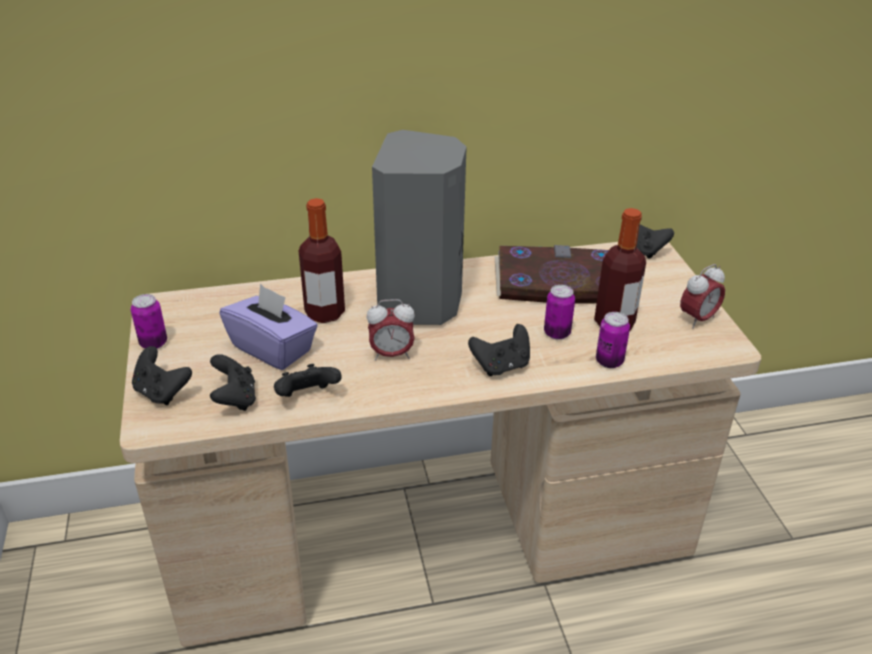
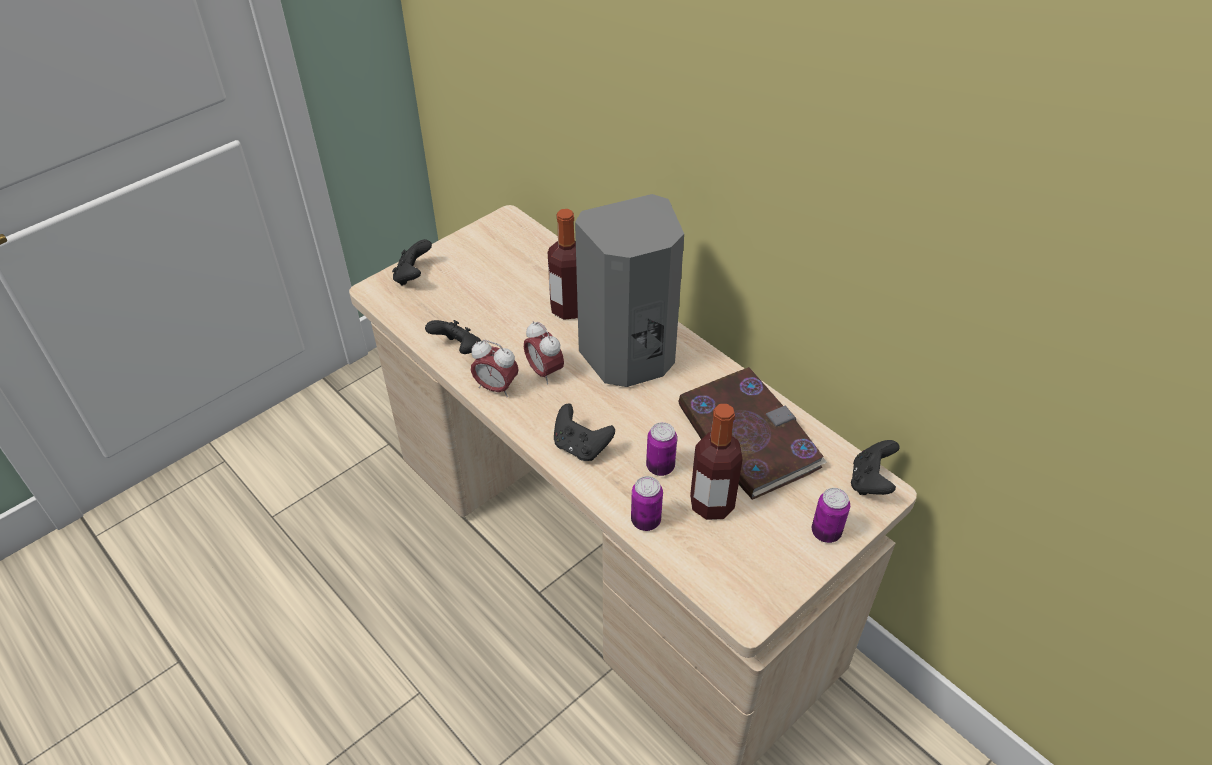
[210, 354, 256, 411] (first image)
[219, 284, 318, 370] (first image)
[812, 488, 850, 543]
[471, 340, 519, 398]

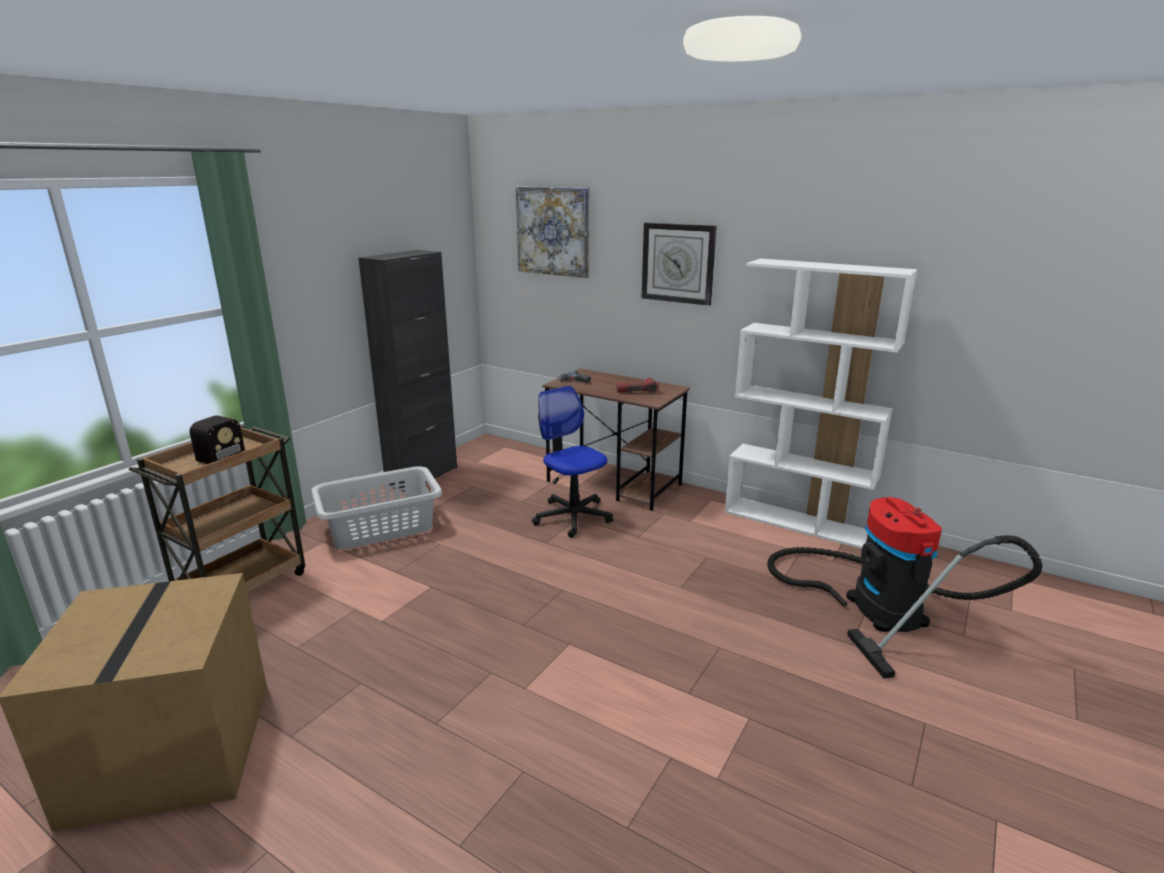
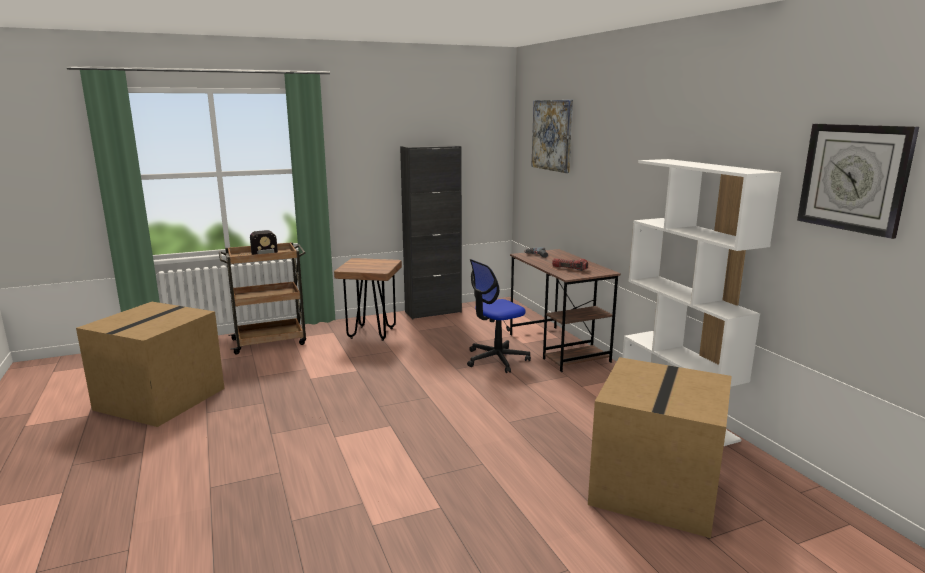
[797, 124, 919, 239]
[334, 258, 402, 341]
[588, 357, 732, 538]
[467, 259, 531, 373]

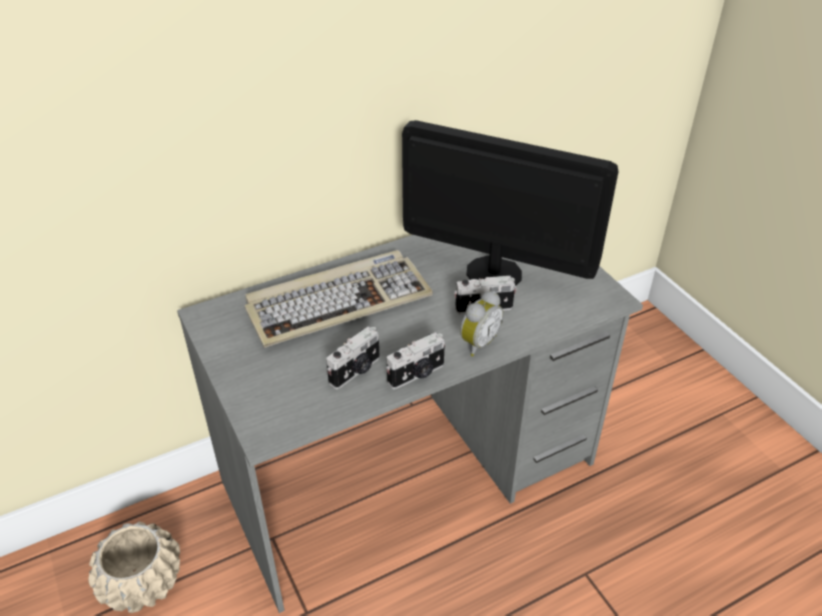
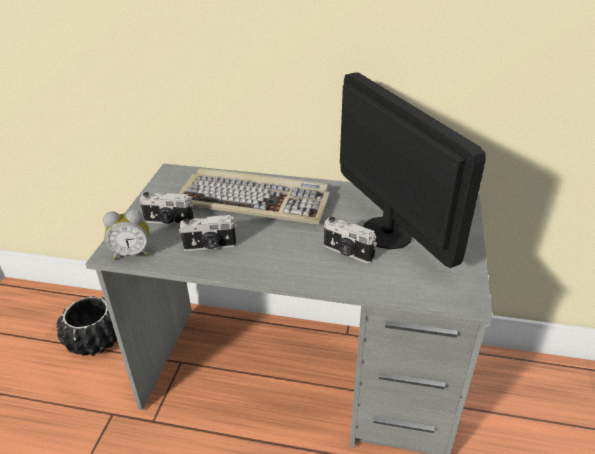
[140, 192, 194, 225]
[103, 209, 150, 260]
[57, 296, 117, 356]

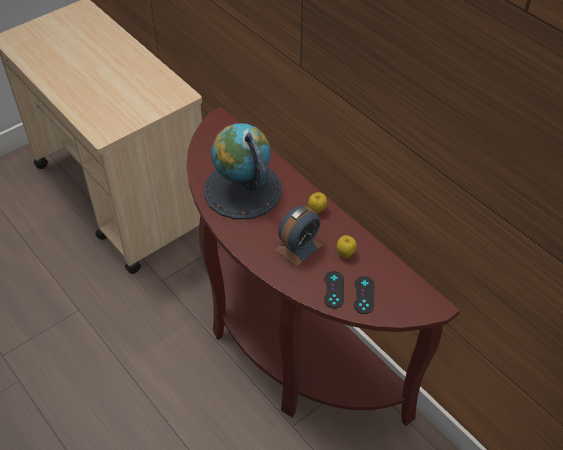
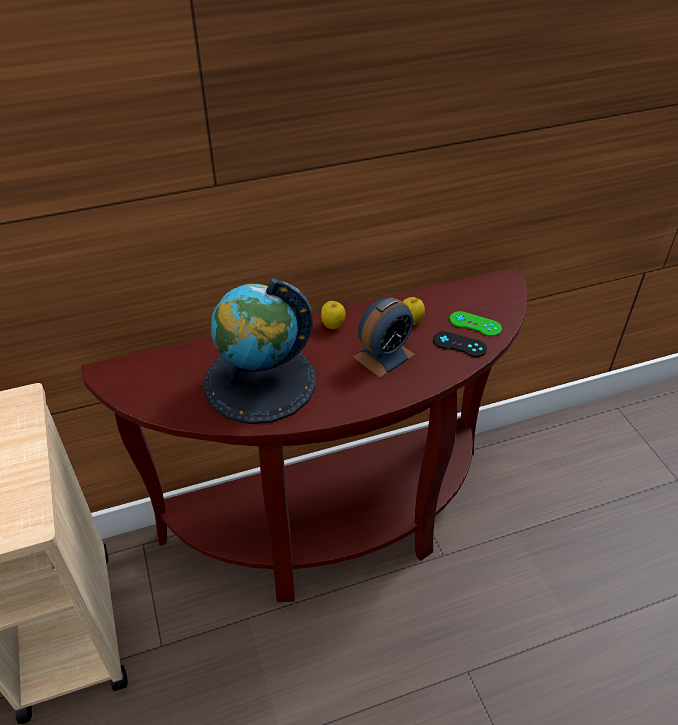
[450, 311, 502, 336]
[353, 297, 415, 378]

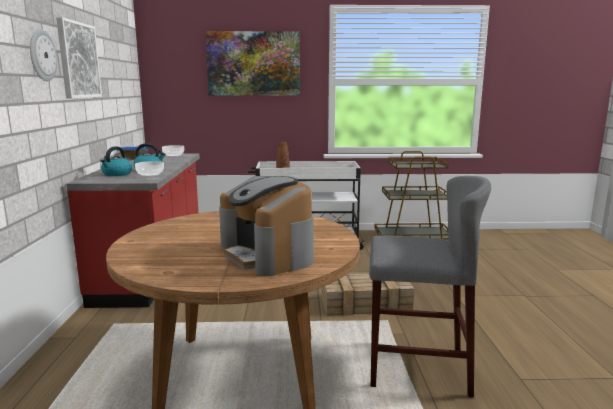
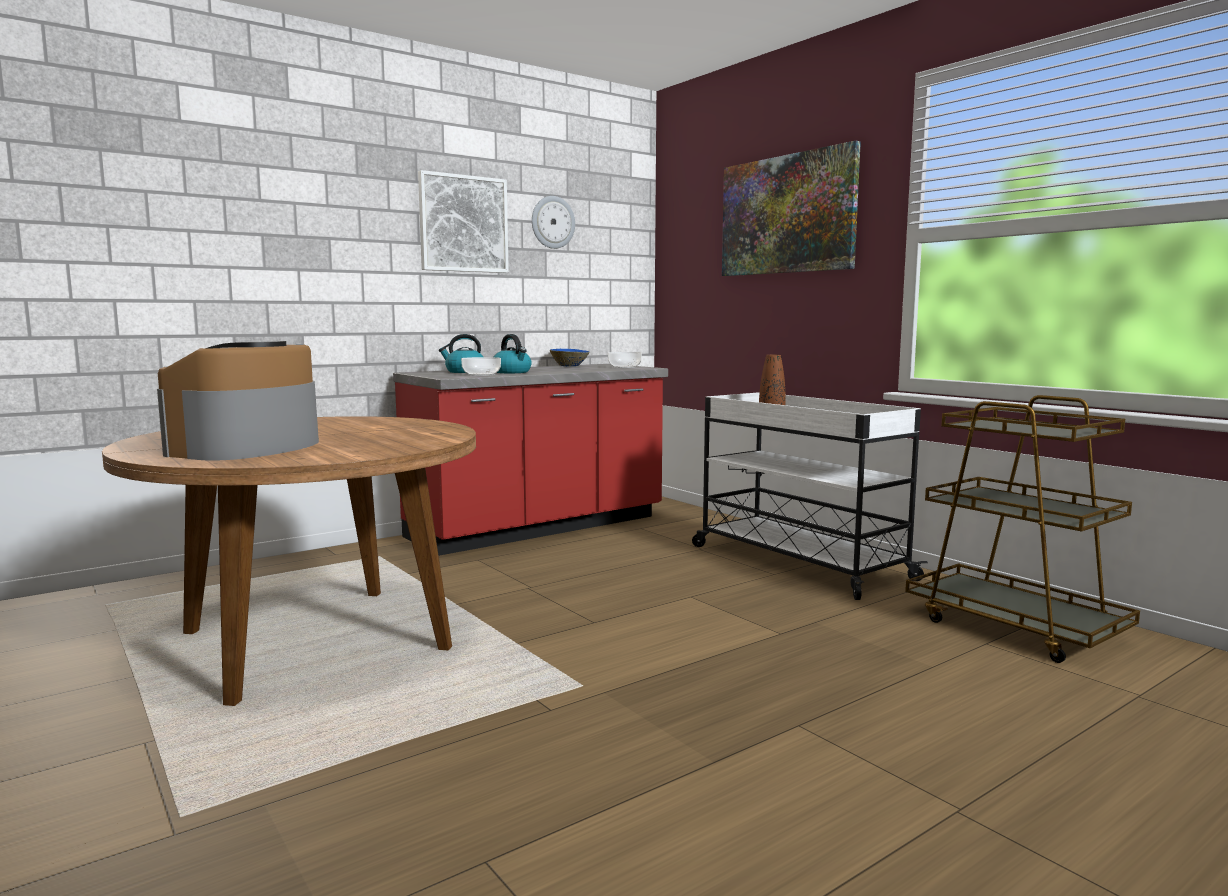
[322, 274, 414, 316] (first image)
[369, 176, 491, 398] (first image)
[532, 196, 575, 249]

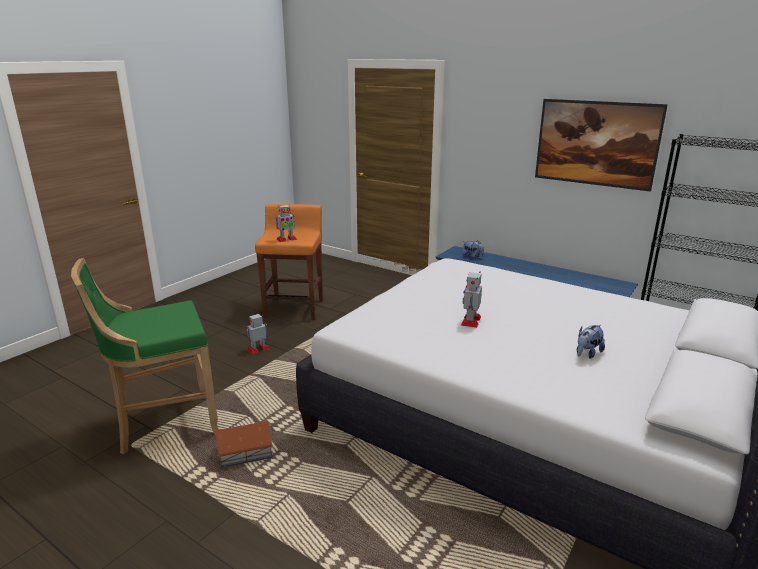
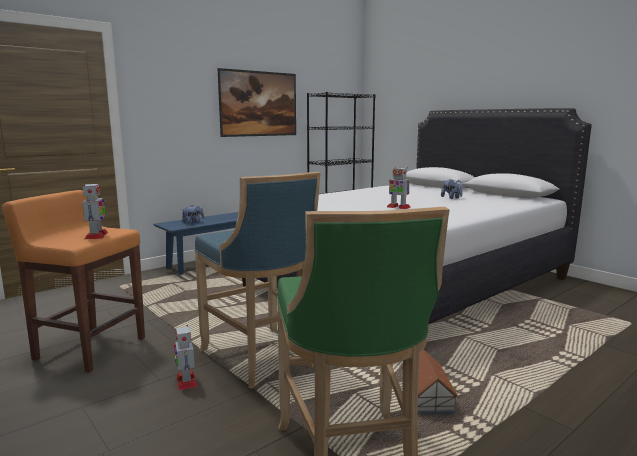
[195, 172, 321, 388]

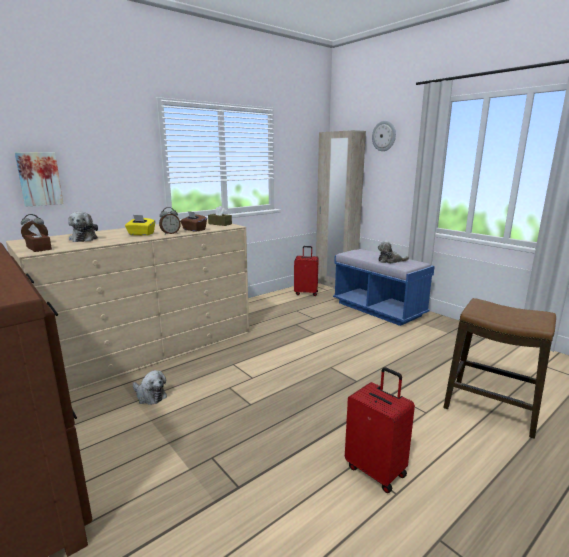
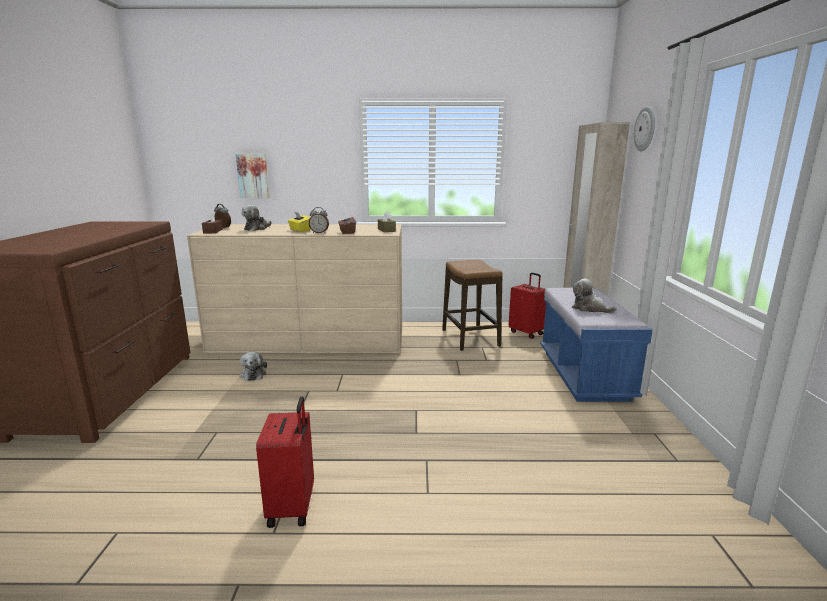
[442, 260, 503, 351]

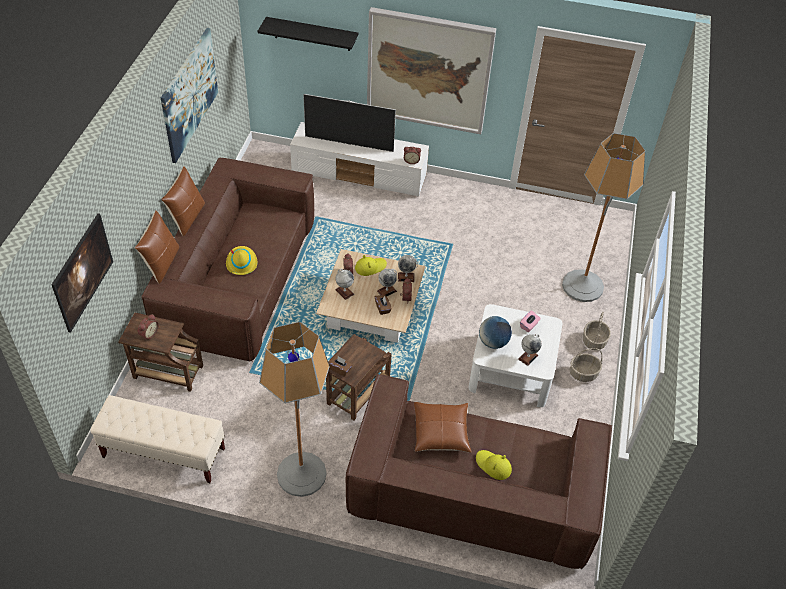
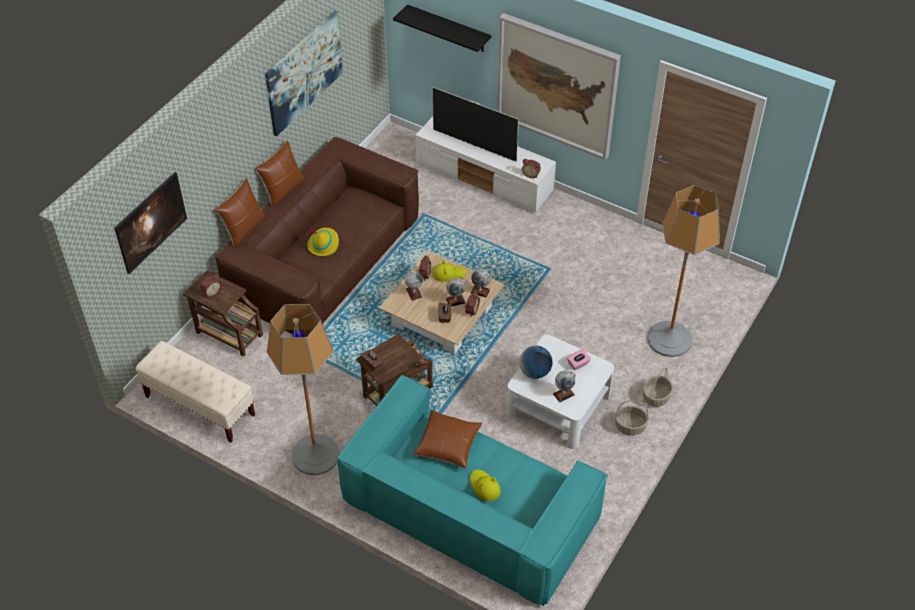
[337, 375, 608, 606]

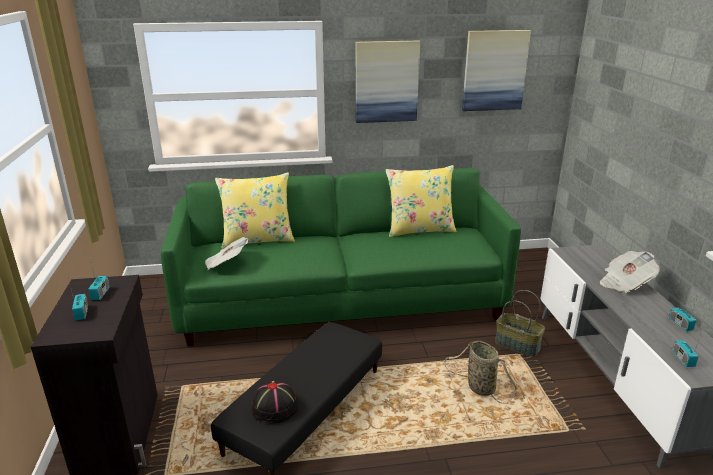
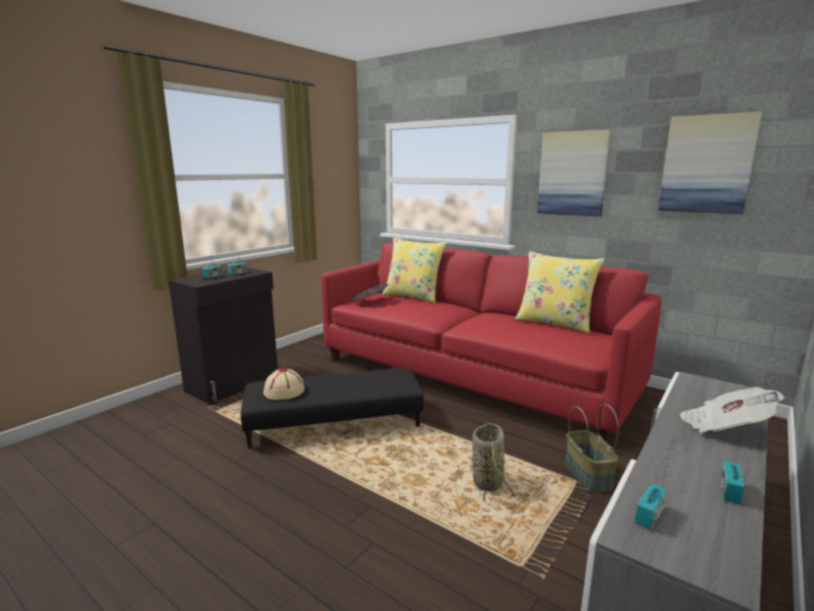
[321, 243, 662, 442]
[263, 368, 304, 400]

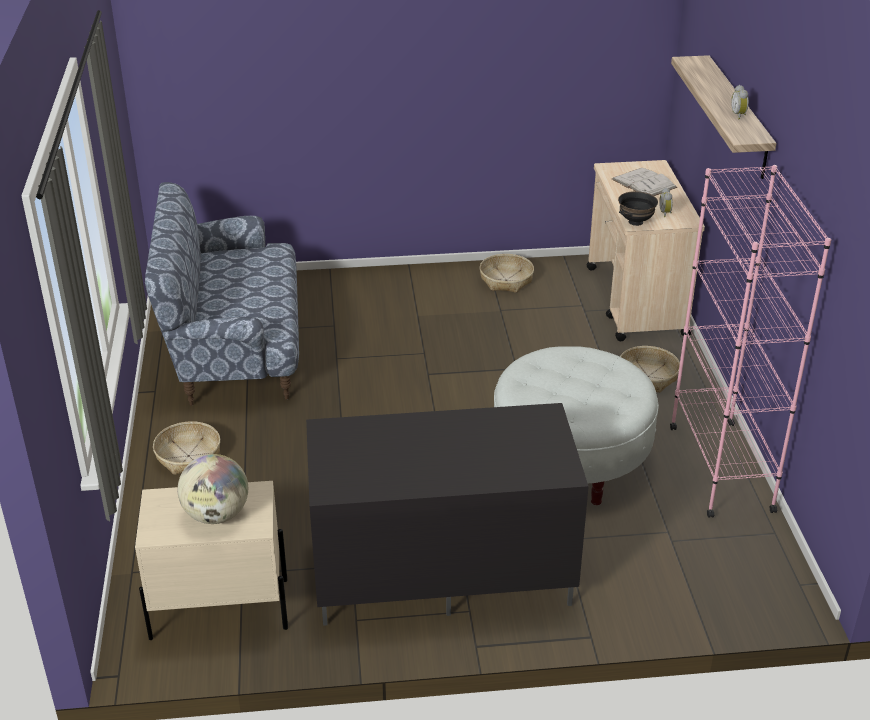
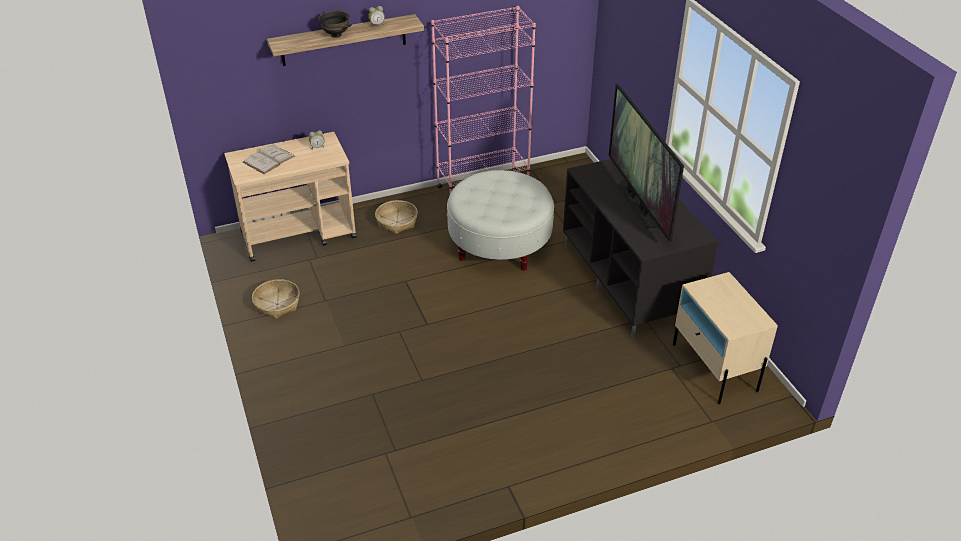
[145, 182, 299, 406] (first image)
[153, 421, 220, 475] (first image)
[178, 454, 248, 524] (first image)
[609, 84, 684, 242]
[318, 11, 352, 38]

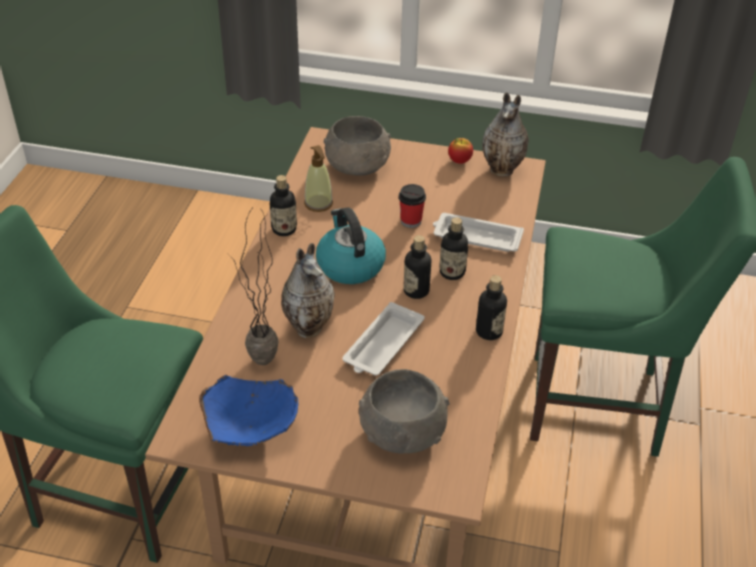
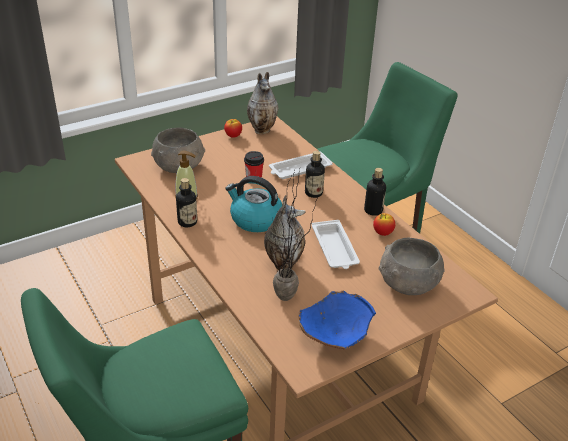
[403, 235, 431, 299] (first image)
[373, 213, 395, 236]

